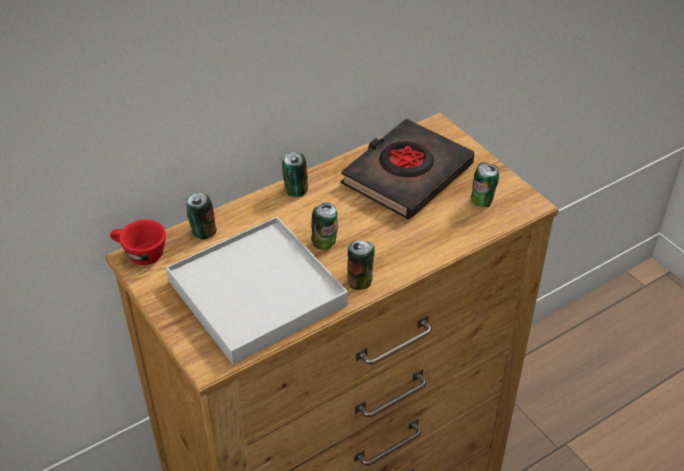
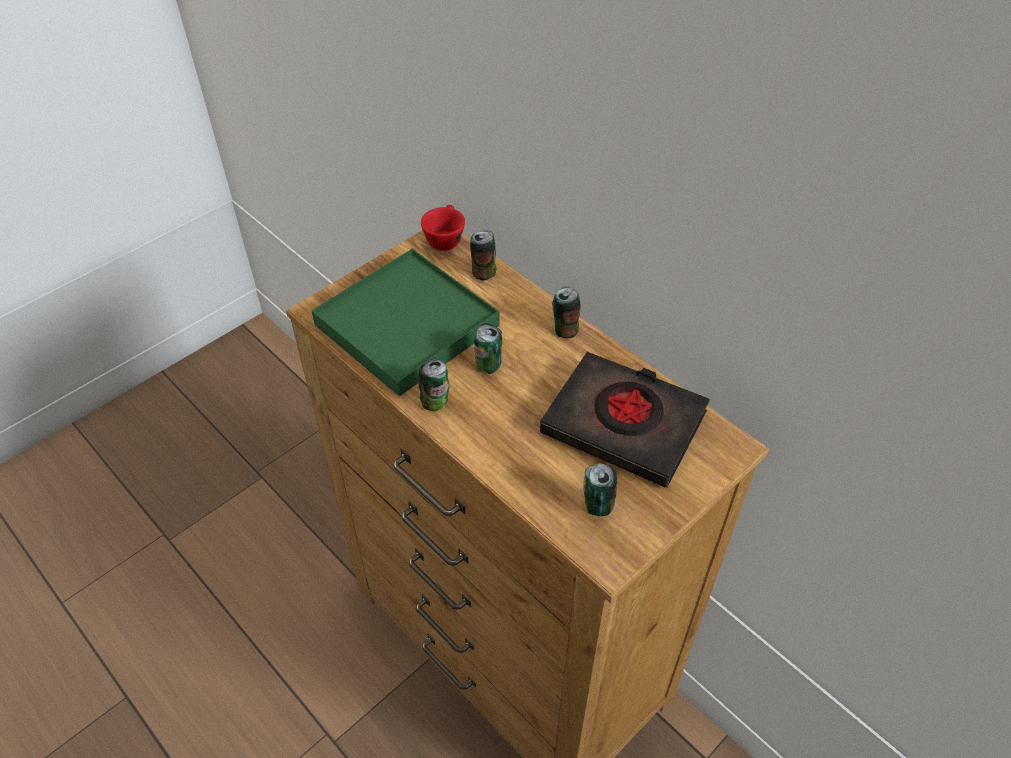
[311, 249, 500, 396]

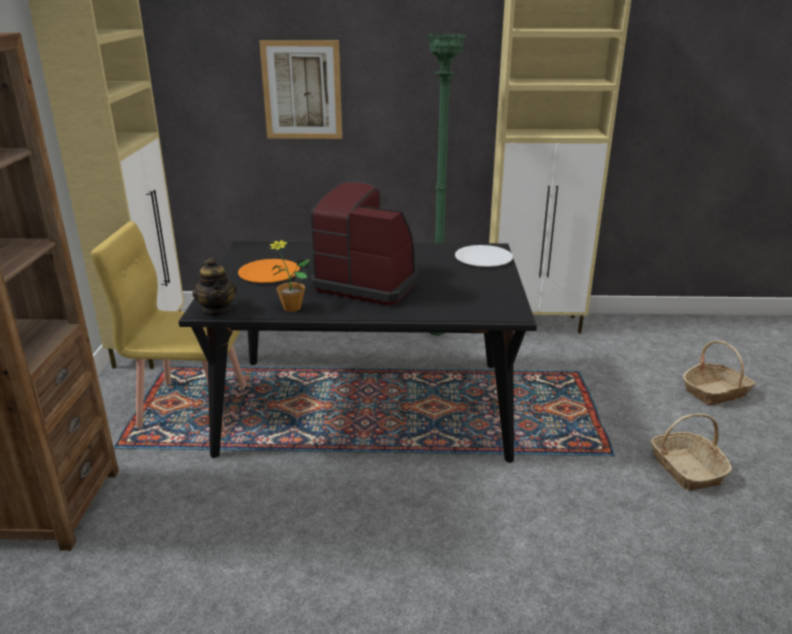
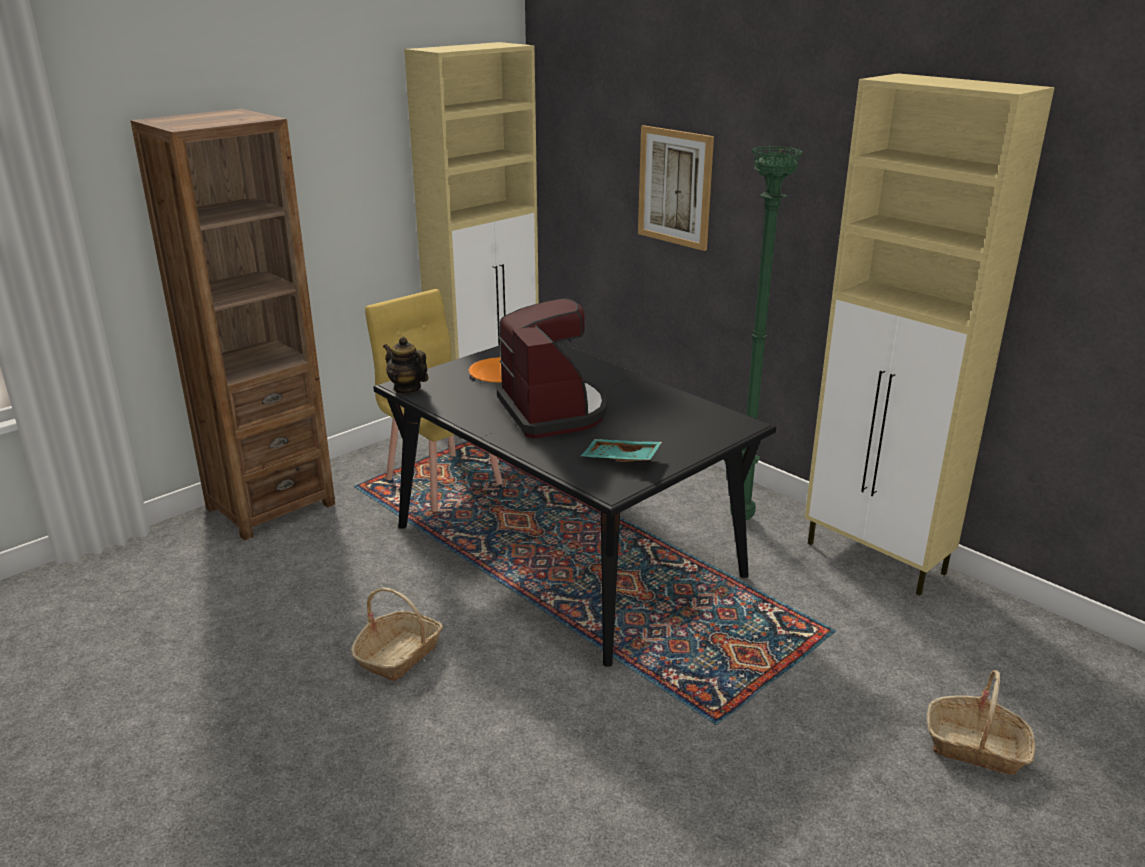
[269, 239, 310, 312] (first image)
[455, 245, 513, 267] (first image)
[581, 439, 662, 462]
[351, 587, 443, 681]
[383, 337, 428, 394]

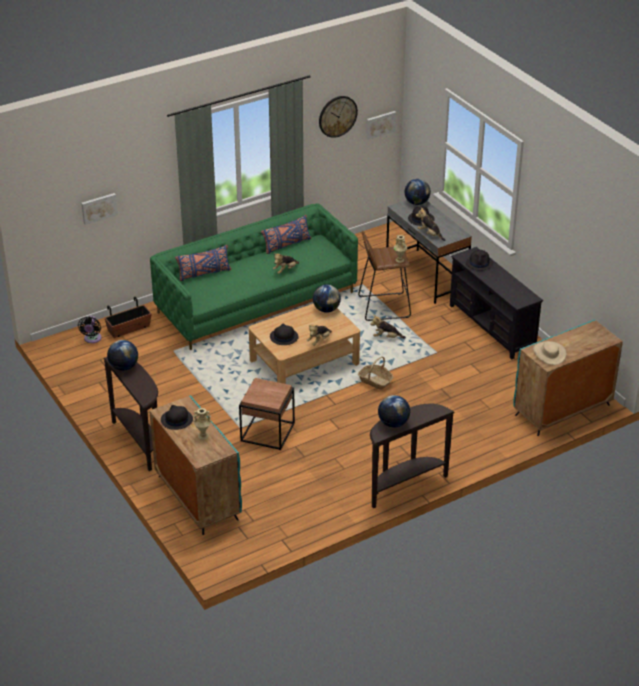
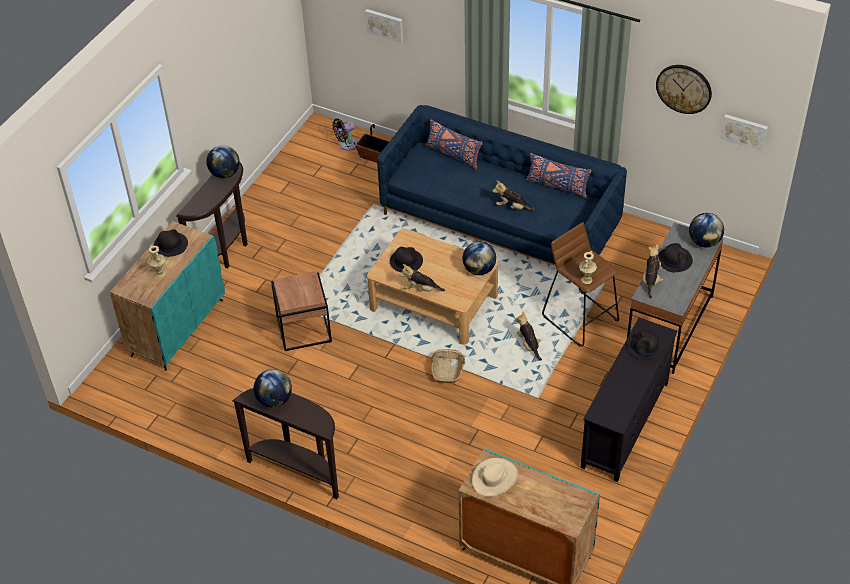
[377, 105, 627, 264]

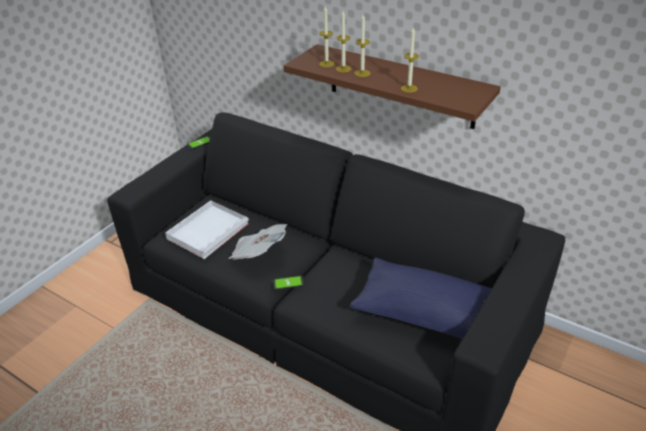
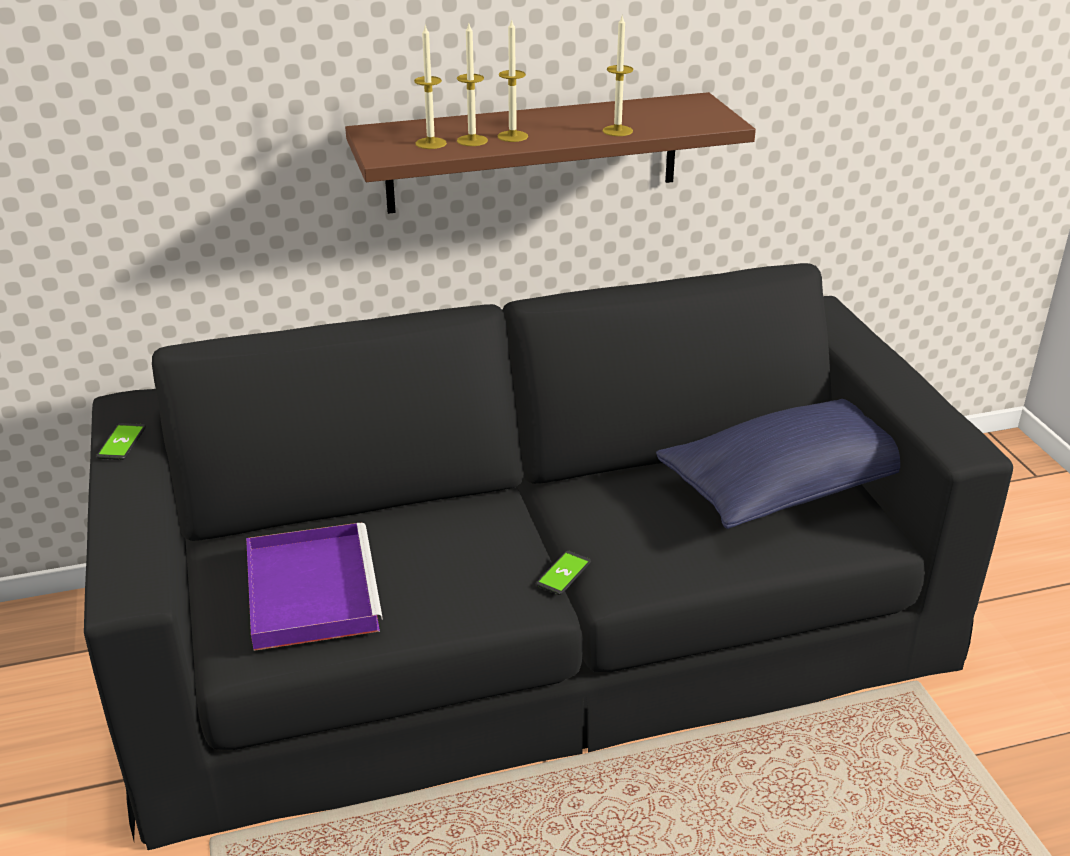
[229, 224, 287, 260] (first image)
[246, 523, 383, 651]

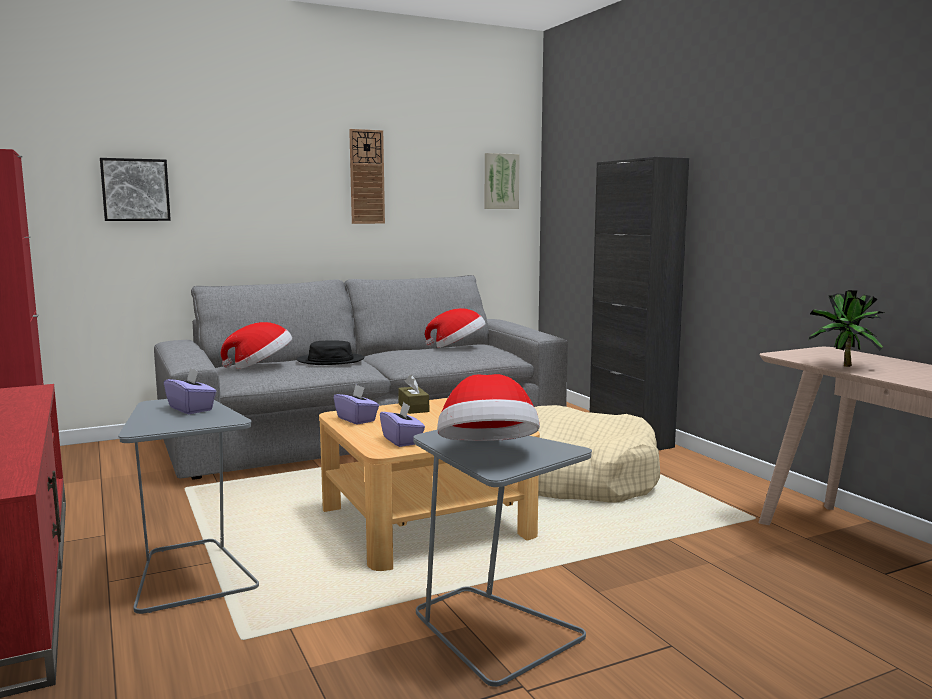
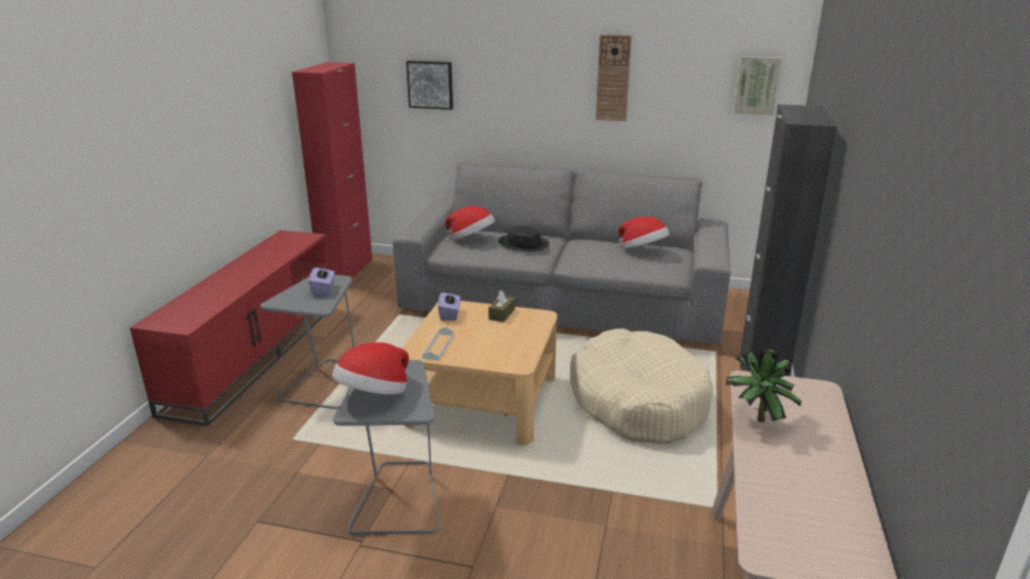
[422, 327, 454, 361]

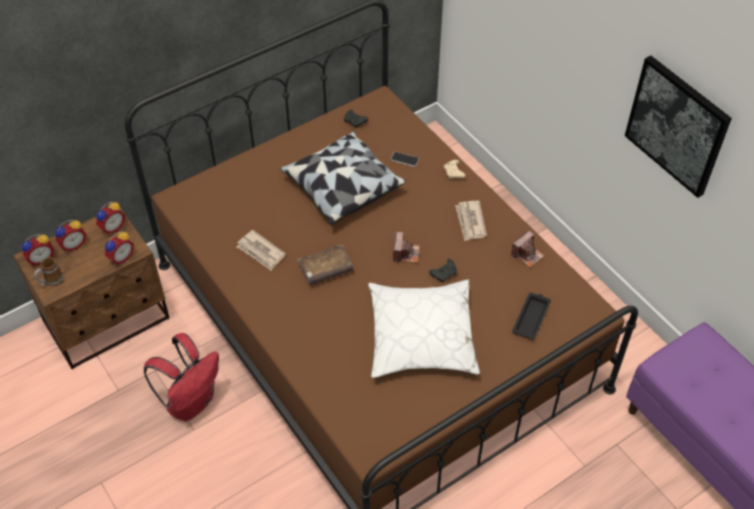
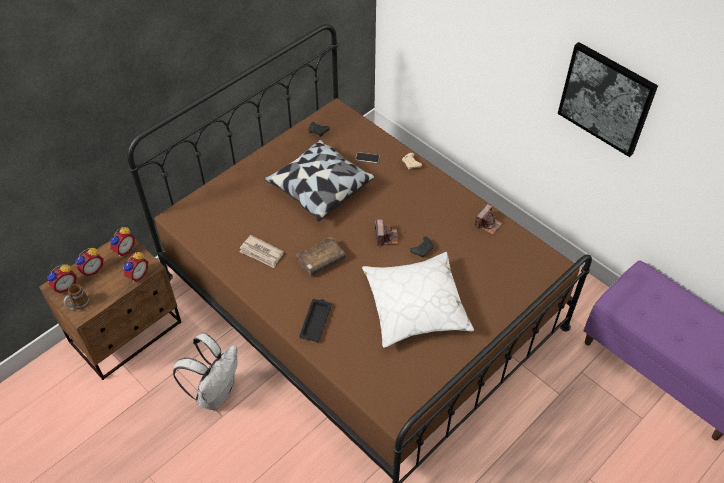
[455, 201, 487, 241] (first image)
[299, 299, 332, 342]
[173, 333, 238, 410]

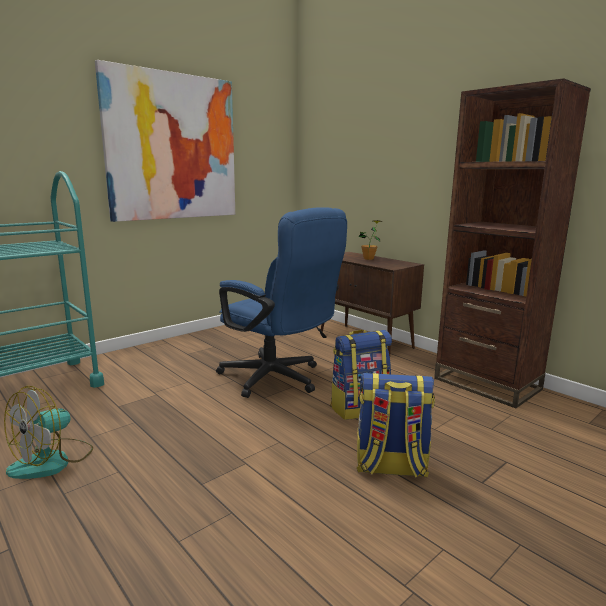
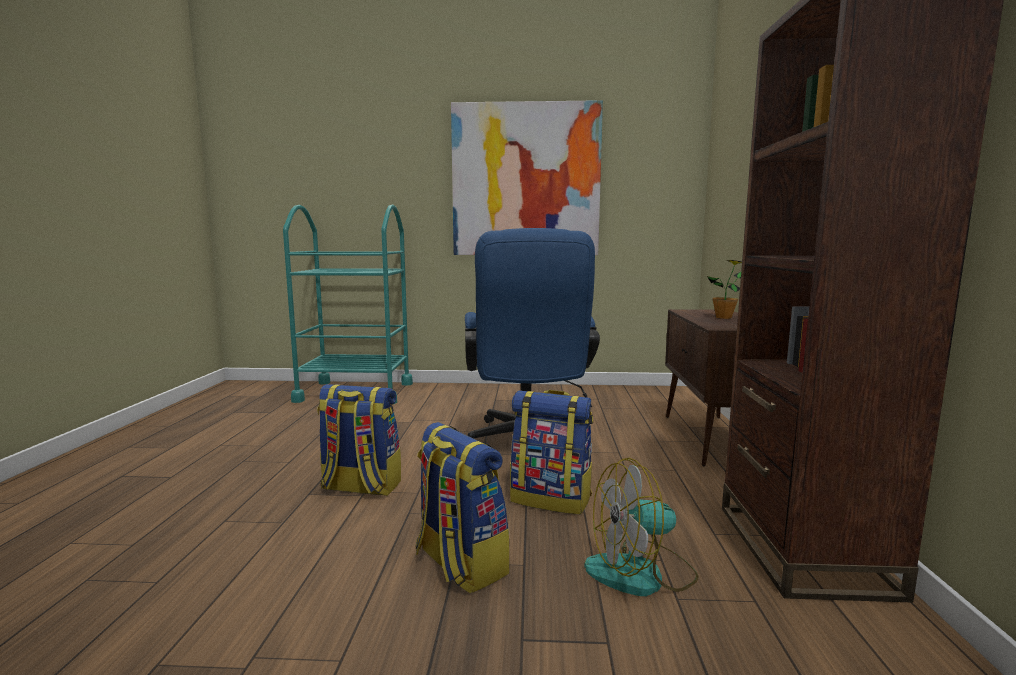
[317, 384, 401, 496]
[584, 458, 698, 596]

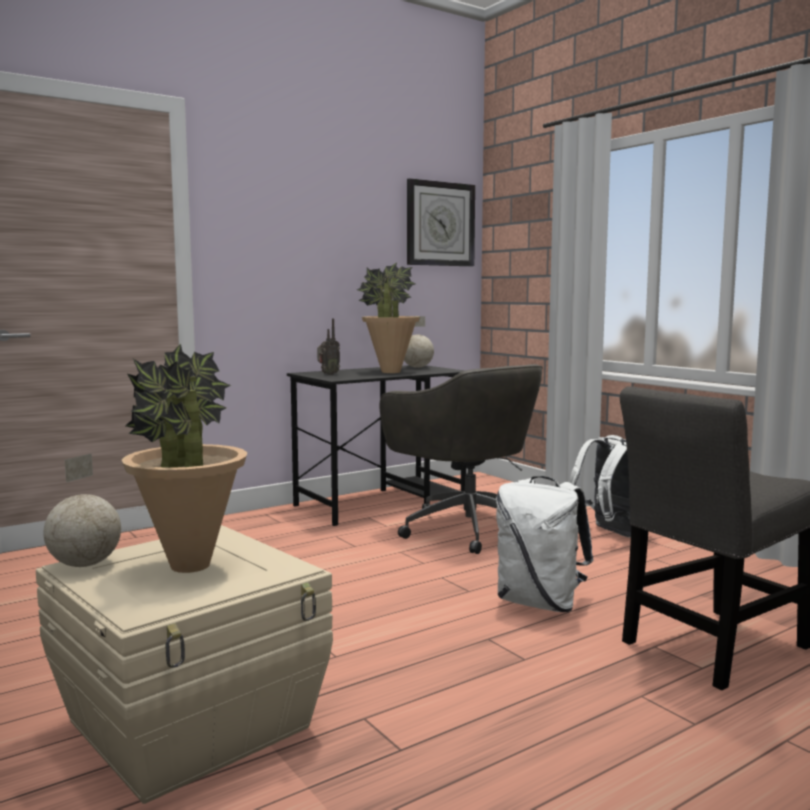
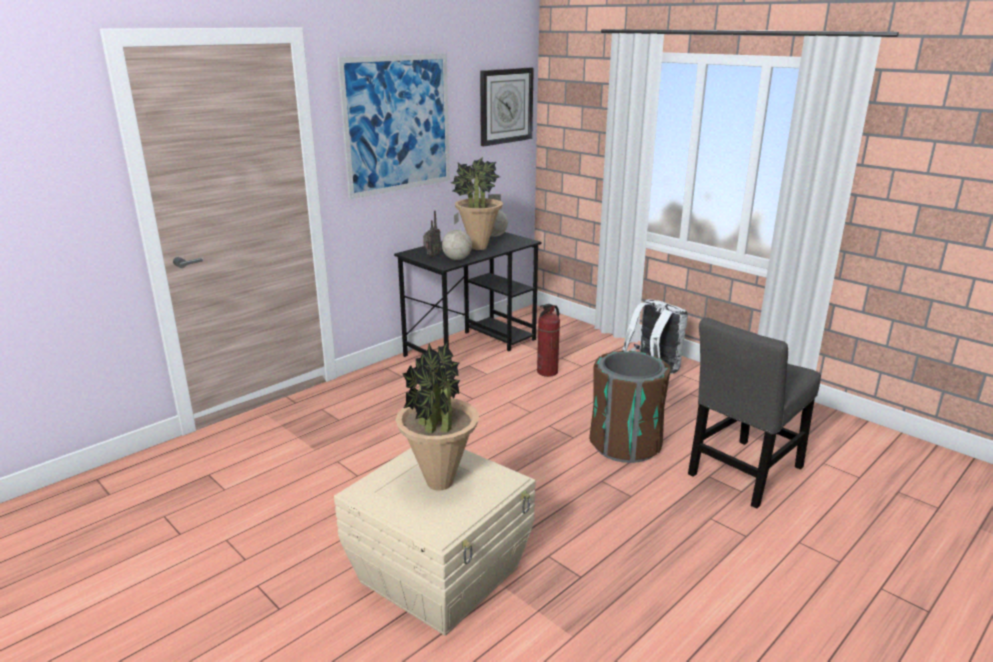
[337, 53, 450, 199]
[442, 213, 472, 260]
[537, 304, 560, 377]
[589, 351, 671, 463]

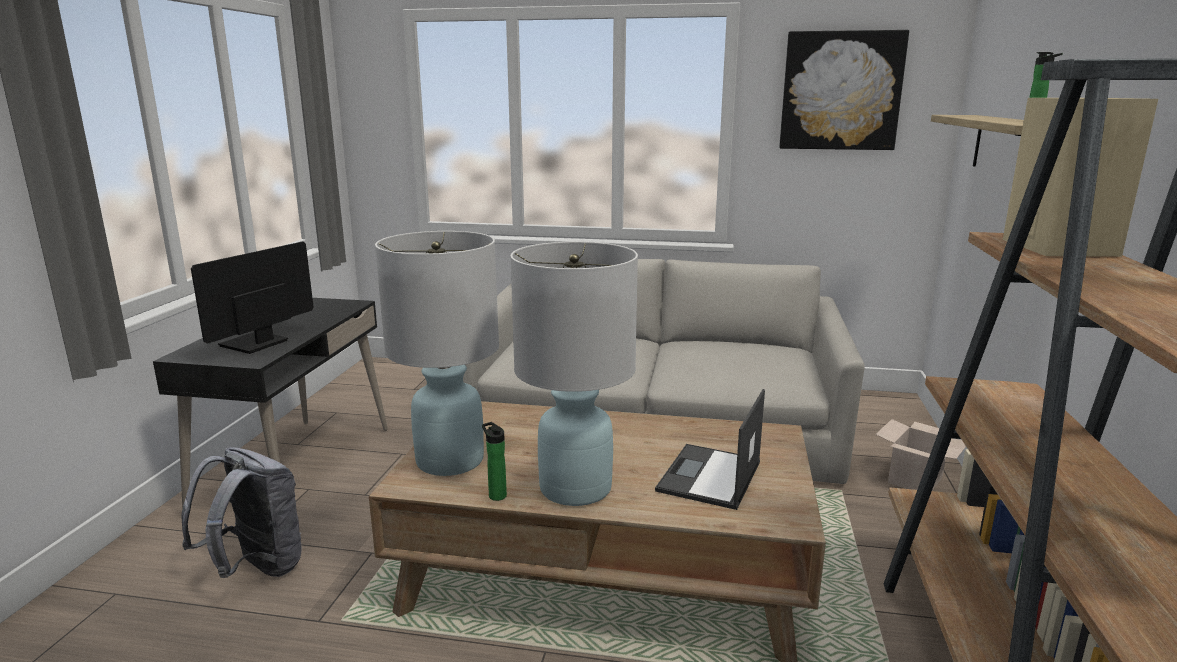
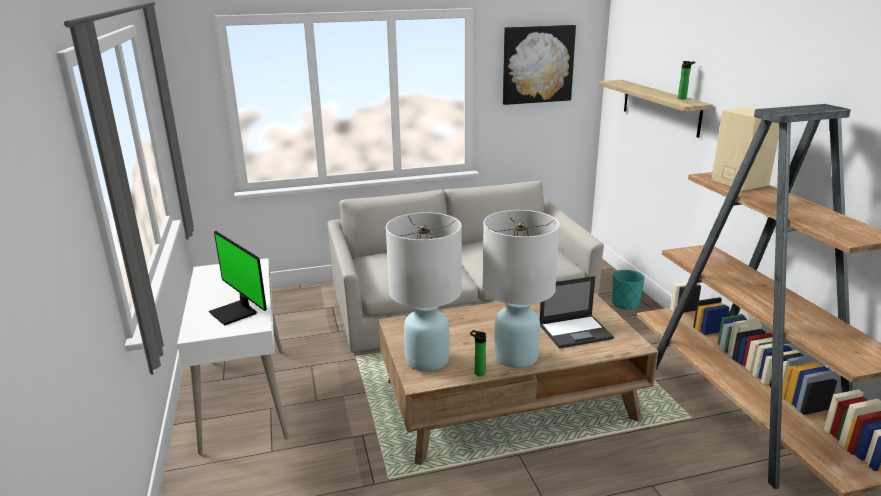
[181, 447, 302, 578] (first image)
[612, 270, 645, 310]
[177, 258, 288, 455]
[209, 231, 267, 326]
[540, 276, 614, 349]

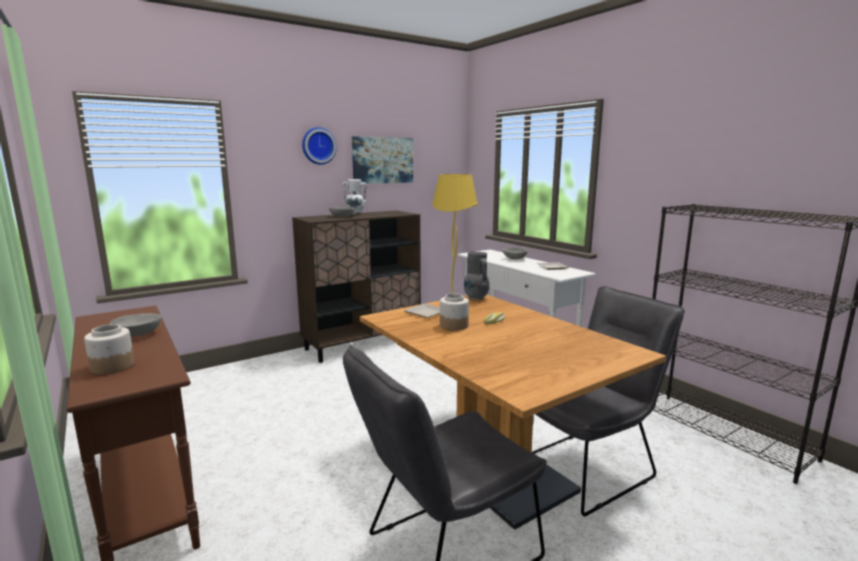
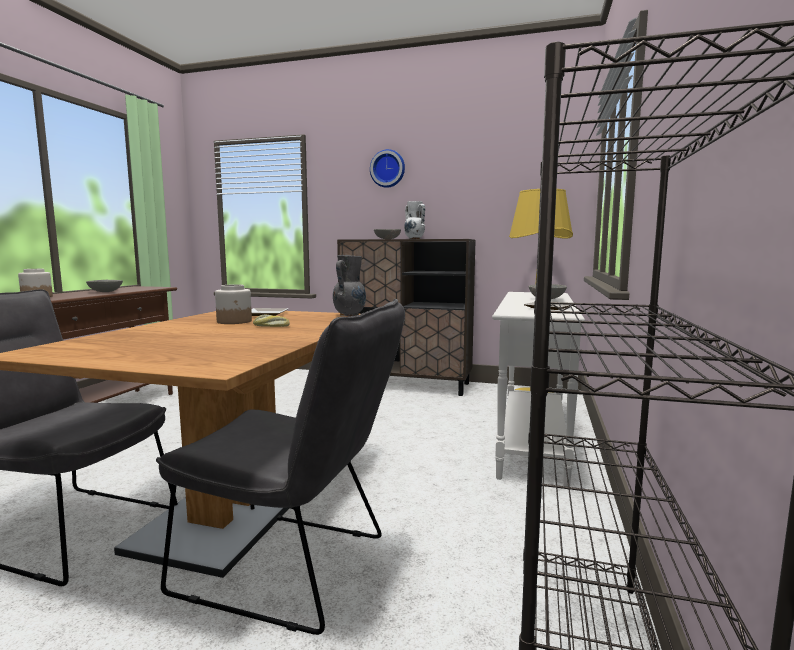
[352, 136, 413, 184] (first image)

